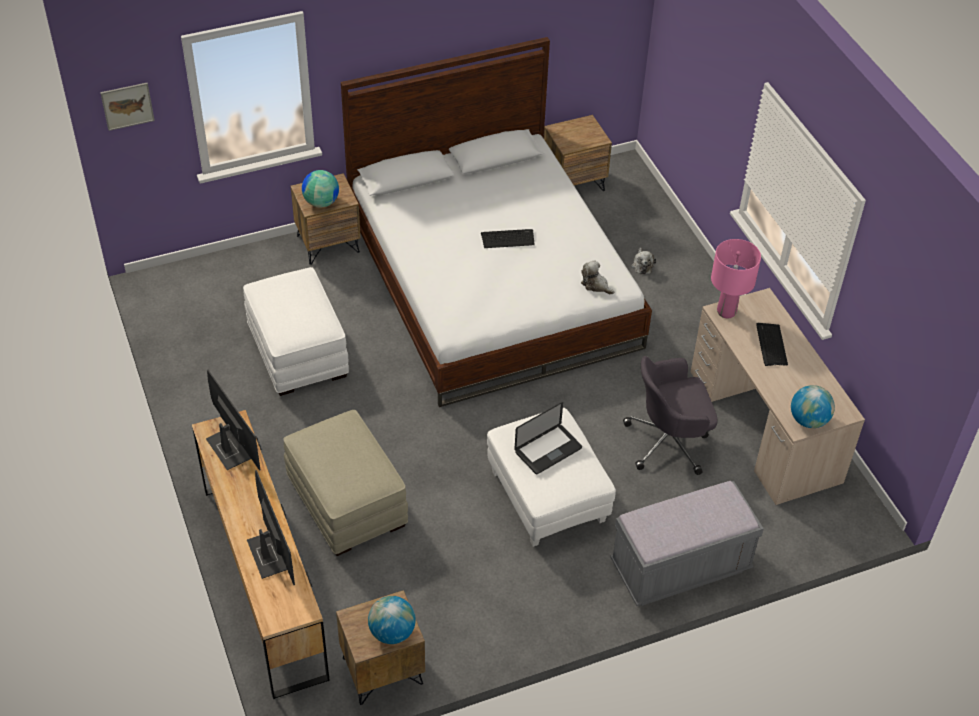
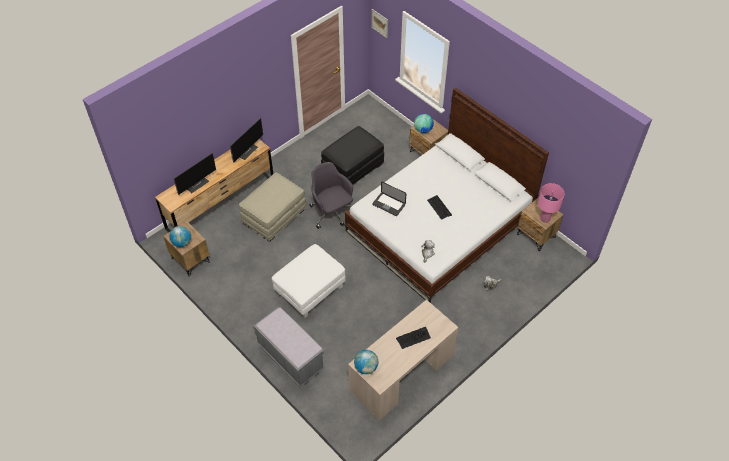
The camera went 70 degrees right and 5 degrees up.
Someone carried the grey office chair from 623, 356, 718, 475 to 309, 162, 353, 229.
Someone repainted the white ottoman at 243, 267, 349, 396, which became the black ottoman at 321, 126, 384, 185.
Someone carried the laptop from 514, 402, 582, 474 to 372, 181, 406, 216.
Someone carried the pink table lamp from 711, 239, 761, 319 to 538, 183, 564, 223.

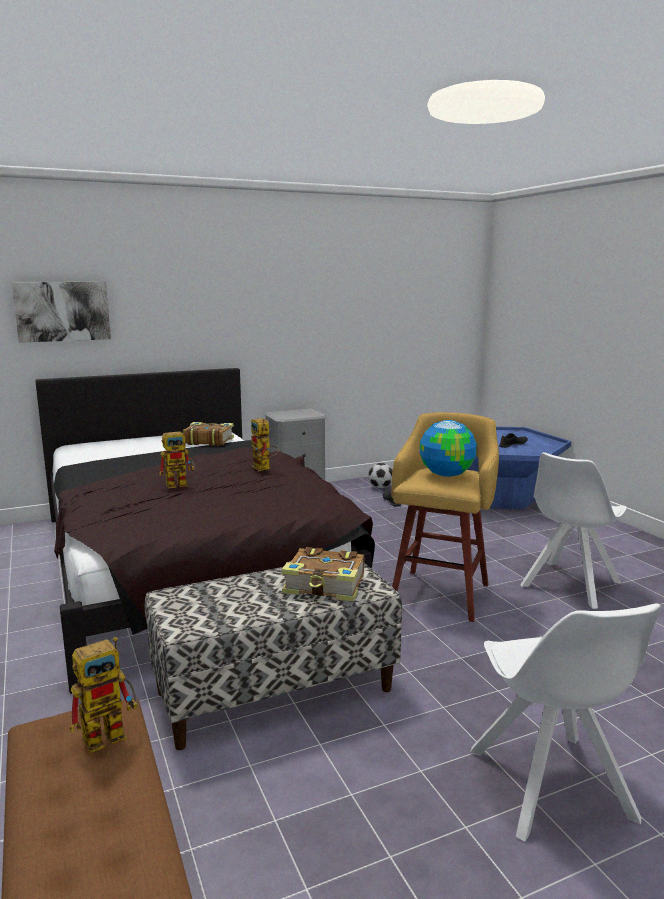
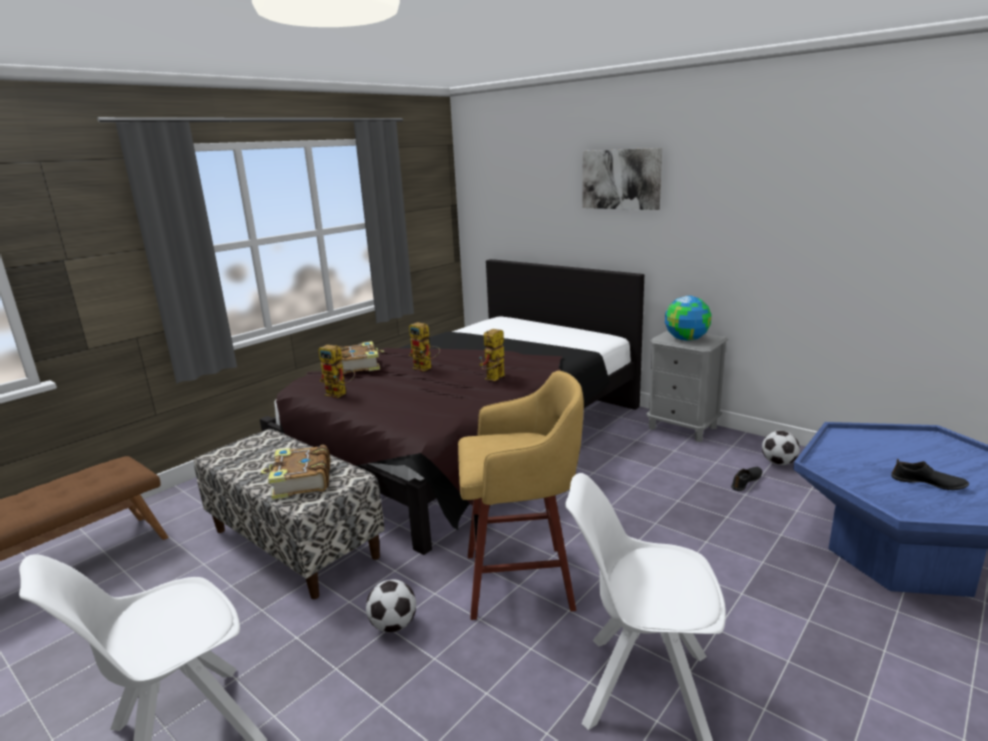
The camera went 65 degrees right and 5 degrees up.
Someone carried the toy robot from 70, 637, 138, 753 to 318, 345, 355, 398.
Someone carried the book from 183, 422, 234, 446 to 339, 341, 384, 374.
Someone put down the football at 366, 579, 416, 633.
Someone carried the picture from 12, 282, 111, 343 to 583, 148, 662, 210.
Someone carried the globe from 420, 420, 477, 477 to 665, 296, 712, 341.

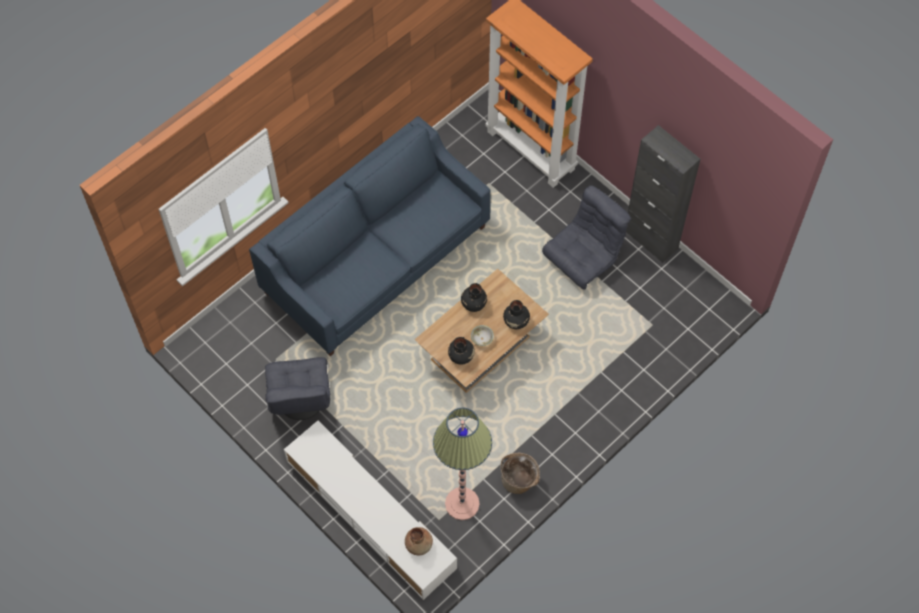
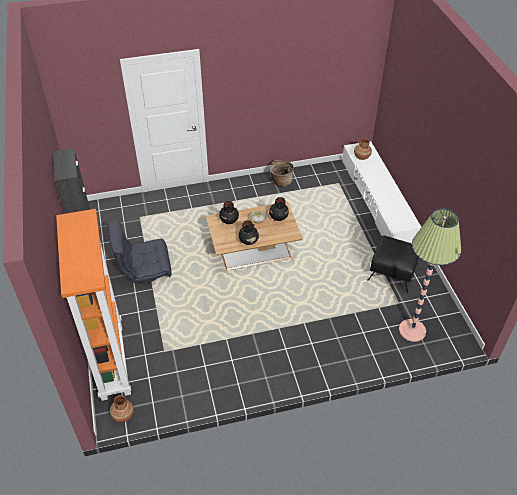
The camera went 150 degrees left and 15 degrees down.
Someone put down the brown vase at 110, 395, 134, 422.
Someone swapped the grey armchair at 265, 357, 330, 420 for the black ottoman at 367, 235, 419, 293.
Someone carried the floor lamp from 433, 407, 492, 520 to 399, 208, 461, 342.
Someone took away the blue sofa at 249, 116, 491, 356.

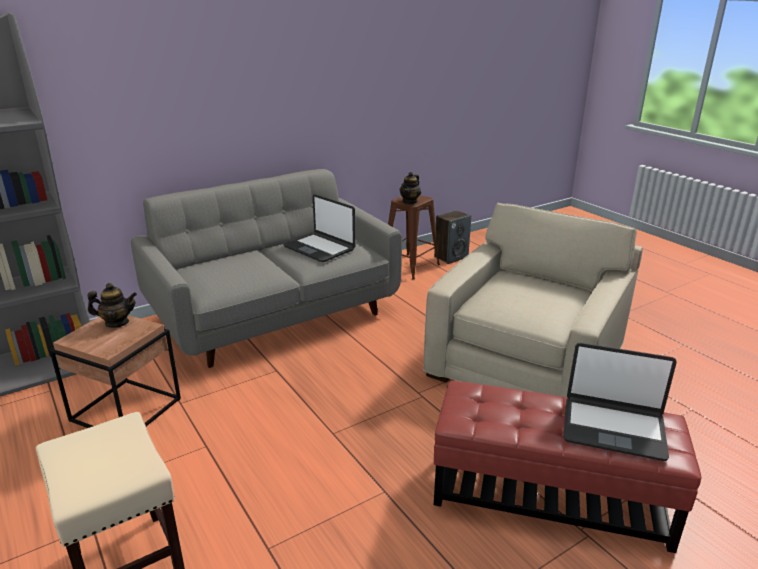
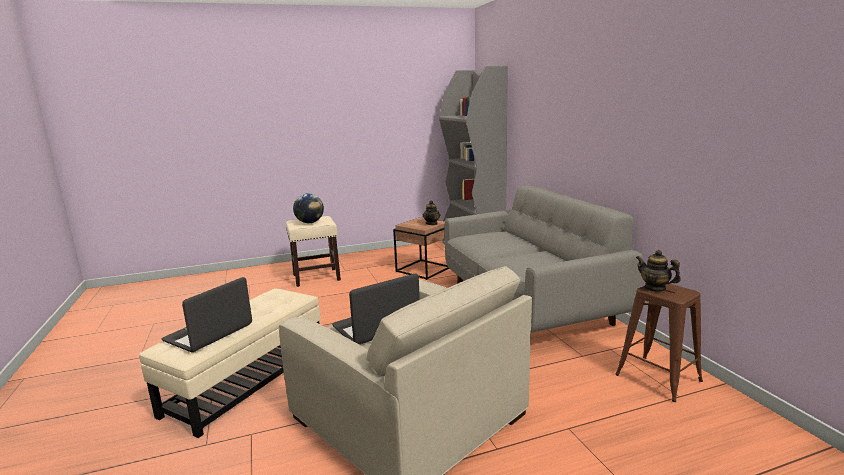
The camera went 105 degrees right and 10 degrees down.
Someone repainted the red ottoman at 434, 381, 701, 553, which became the beige ottoman at 139, 288, 320, 438.
Someone put down the globe at 293, 193, 324, 223.
Someone carried the laptop from 284, 194, 355, 262 to 332, 274, 420, 345.
Someone took away the speaker at 434, 210, 471, 264.

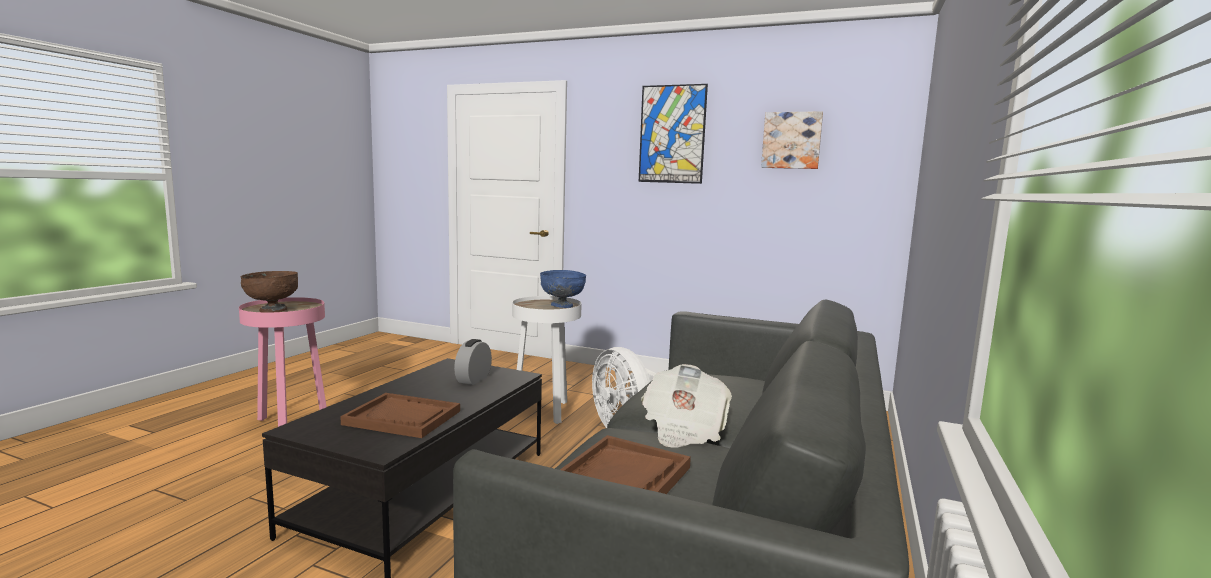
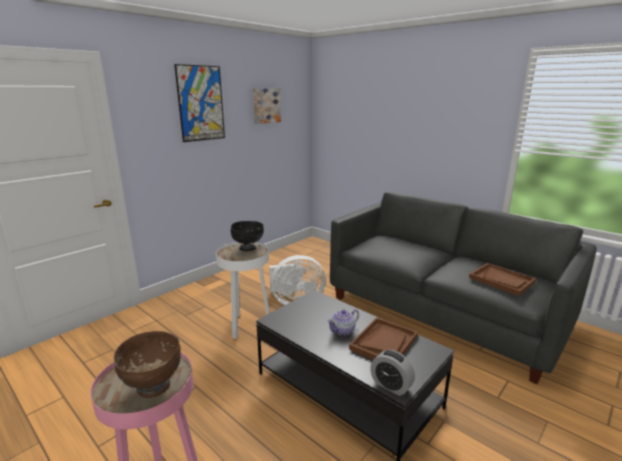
The camera went 70 degrees left and 10 degrees up.
Someone repainted the blue bowl at 540, 270, 586, 308, which became the black bowl at 231, 221, 264, 251.
Someone put down the teapot at 327, 309, 359, 336.
Someone carried the alarm clock from 454, 339, 492, 385 to 370, 350, 415, 396.
Someone took away the newspaper at 641, 364, 732, 448.

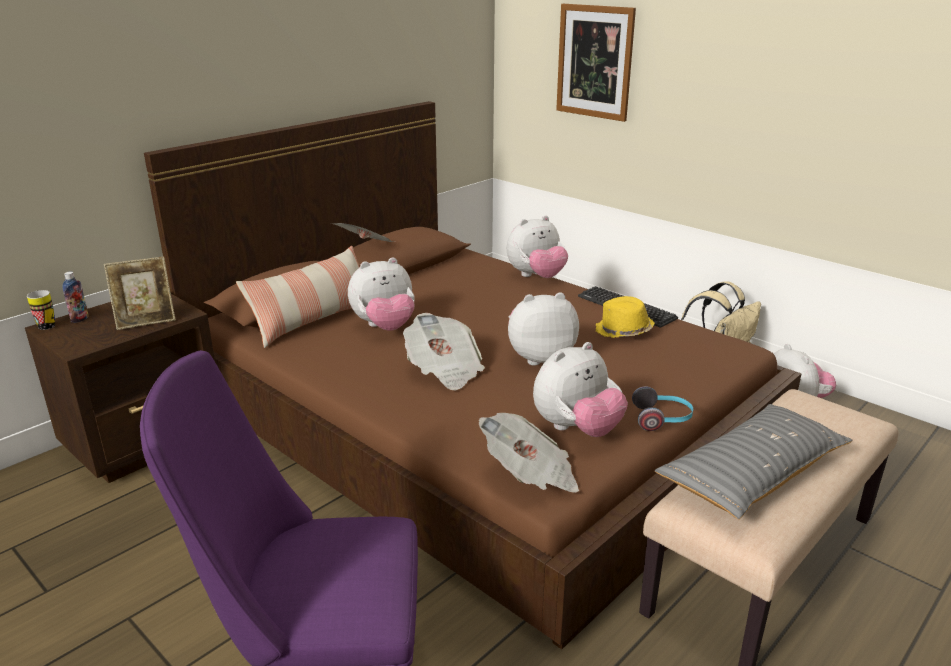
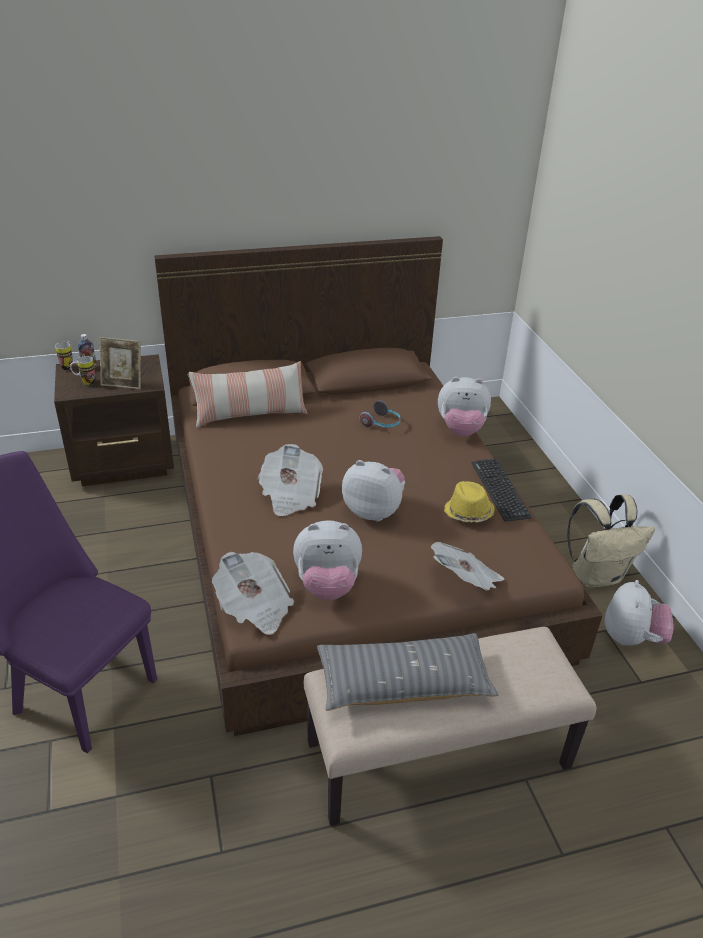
The camera went 30 degrees right and 10 degrees up.
Someone put down the mug at 70, 356, 95, 385.
Someone carried the headphones from 632, 386, 694, 431 to 360, 400, 401, 427.
Someone carried the newspaper from 333, 223, 393, 242 to 431, 542, 504, 591.
Someone took away the plush toy at 348, 257, 415, 331.
Someone took away the picture at 556, 4, 636, 122.

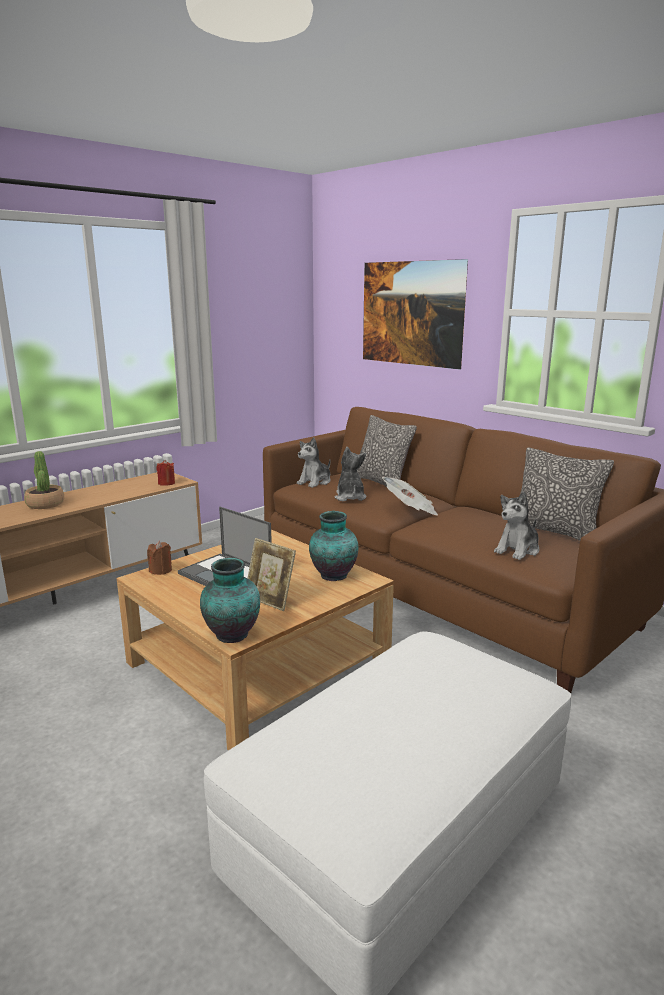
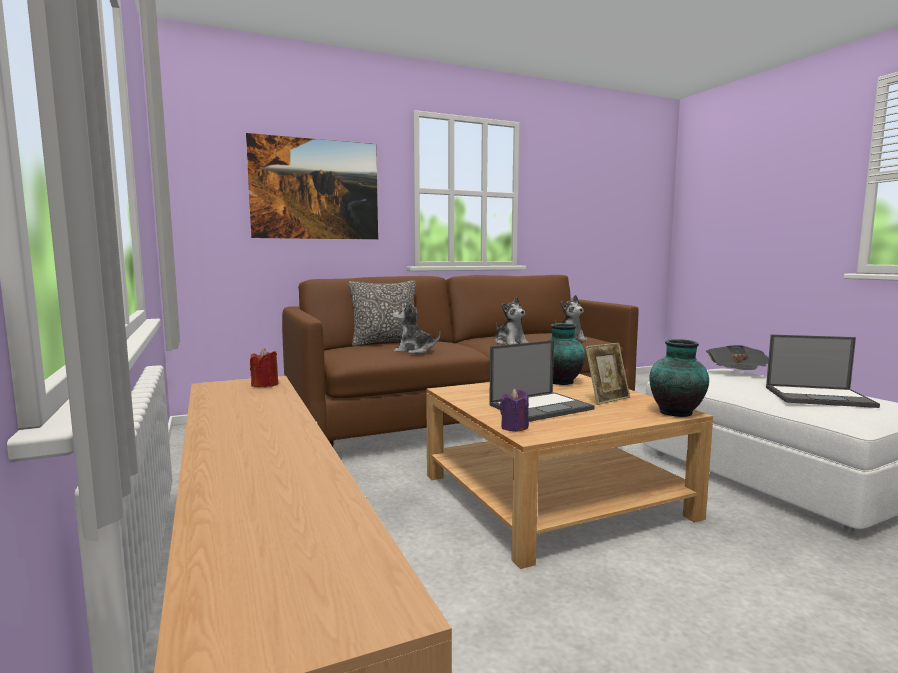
The camera went 70 degrees left and 10 degrees down.
Someone carried the plush toy from 297, 437, 330, 488 to 495, 297, 529, 345.
Someone repainted the brown candle at 147, 541, 172, 575, which became the purple candle at 500, 388, 529, 432.
Someone carried the newspaper from 382, 477, 438, 515 to 706, 345, 768, 370.
Someone put down the laptop at 766, 335, 880, 408.
Someone took away the potted plant at 24, 451, 64, 509.
Someone took away the pillow at 520, 447, 614, 541.

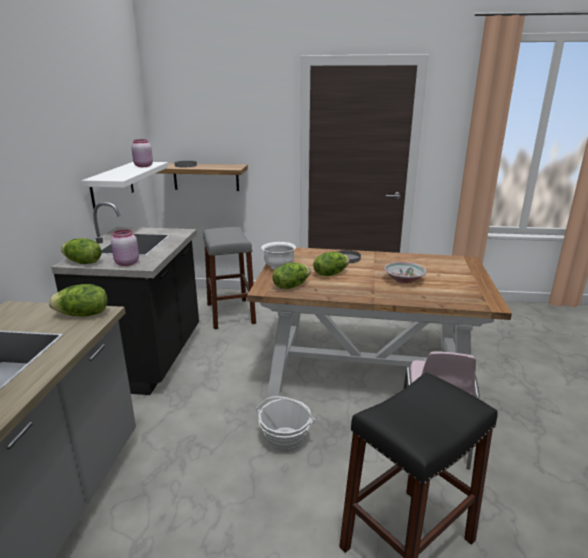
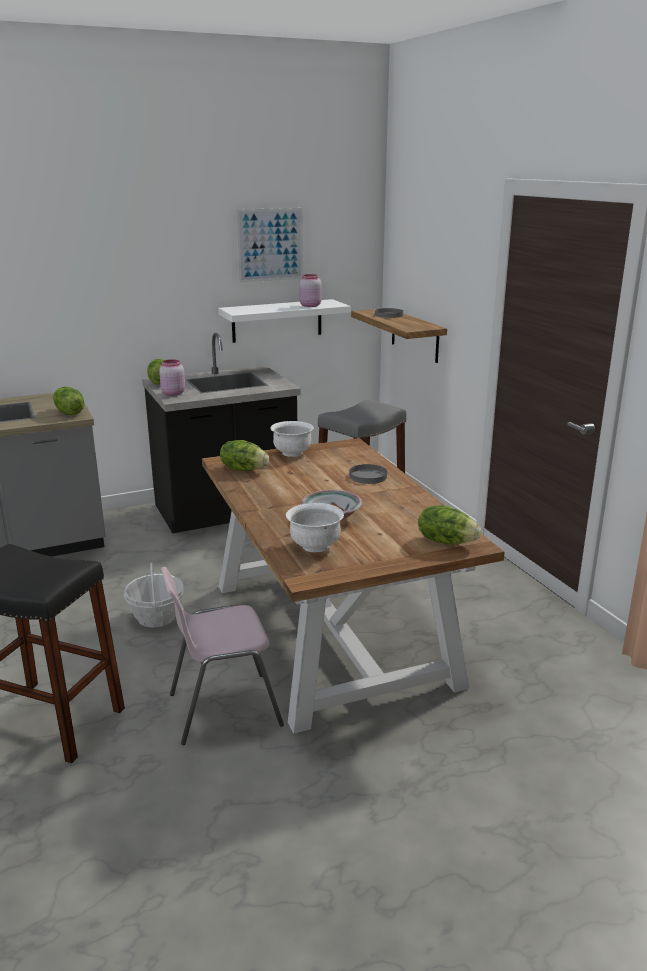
The camera went 60 degrees right and 0 degrees up.
Someone put up the picture at 236, 208, 303, 283.
Someone put down the white bowl at 286, 503, 344, 552.
Someone carried the lettuce from 313, 252, 350, 276 to 418, 505, 481, 544.

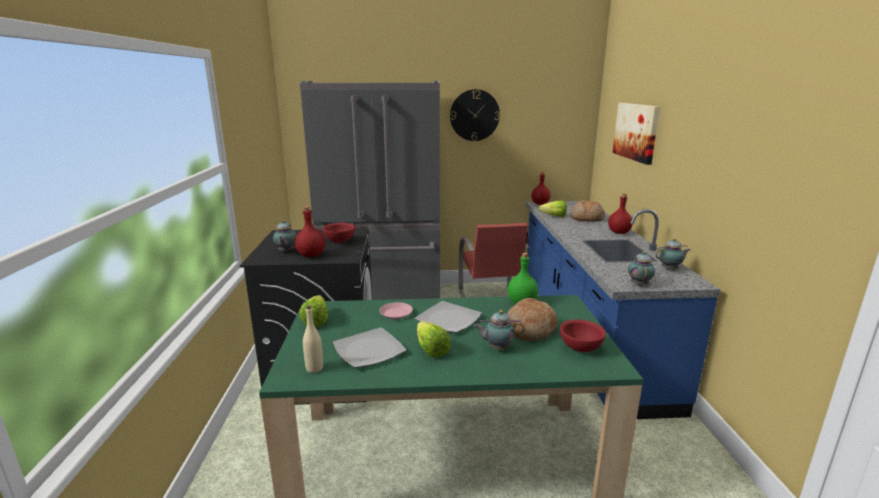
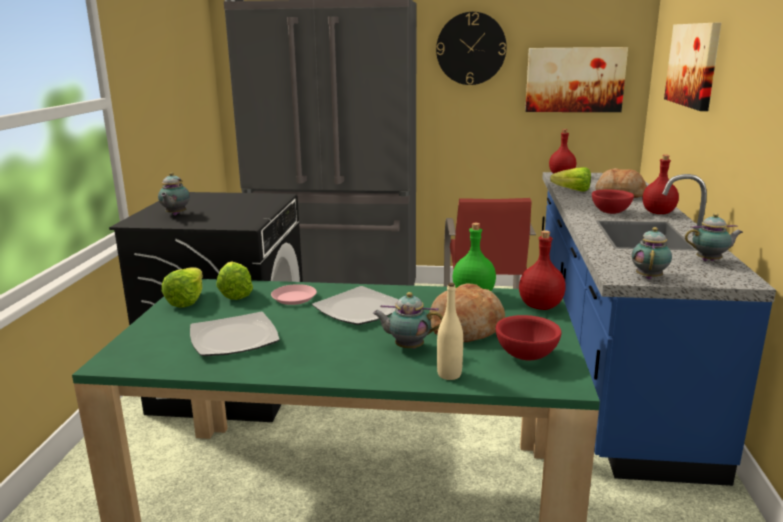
The camera went 10 degrees right and 0 degrees up.
Someone carried the lettuce from 417, 321, 451, 358 to 216, 261, 253, 300.
Someone carried the beige bottle from 303, 306, 323, 373 to 437, 283, 463, 380.
Someone carried the red bottle from 295, 206, 325, 257 to 519, 230, 566, 310.
Someone put up the picture at 525, 47, 628, 112.
Someone carried the red bowl from 323, 223, 355, 243 to 592, 189, 634, 214.

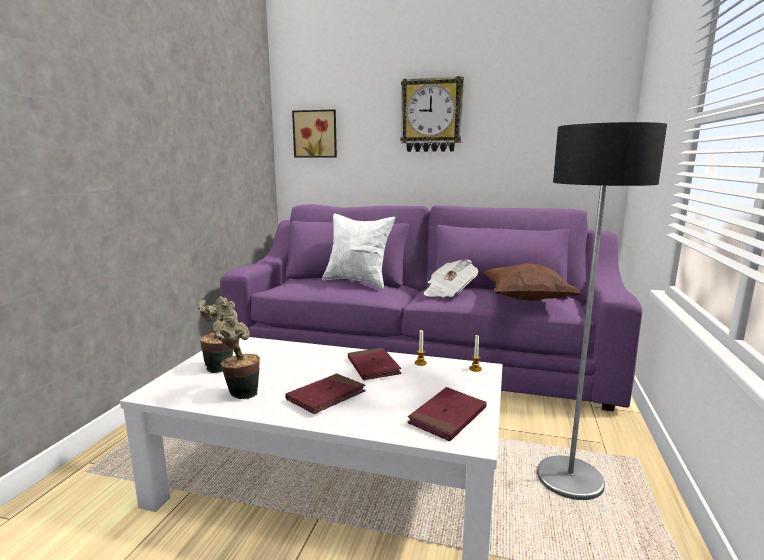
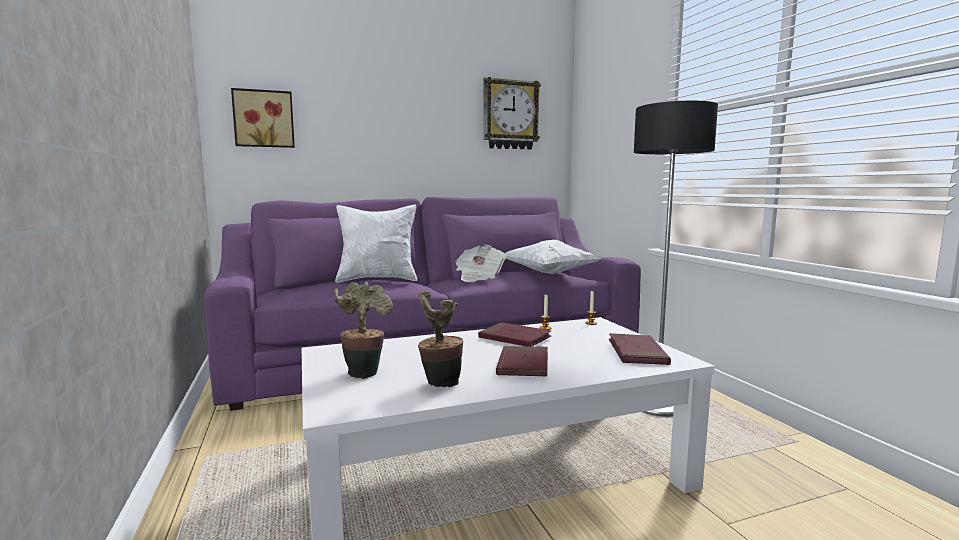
The camera went 35 degrees left and 5 degrees down.
Someone carried the wall clock from 400, 76, 464, 152 to 484, 77, 541, 150.
Someone repainted the brown pillow at 483, 263, 581, 301, which became the white pillow at 504, 240, 601, 274.

